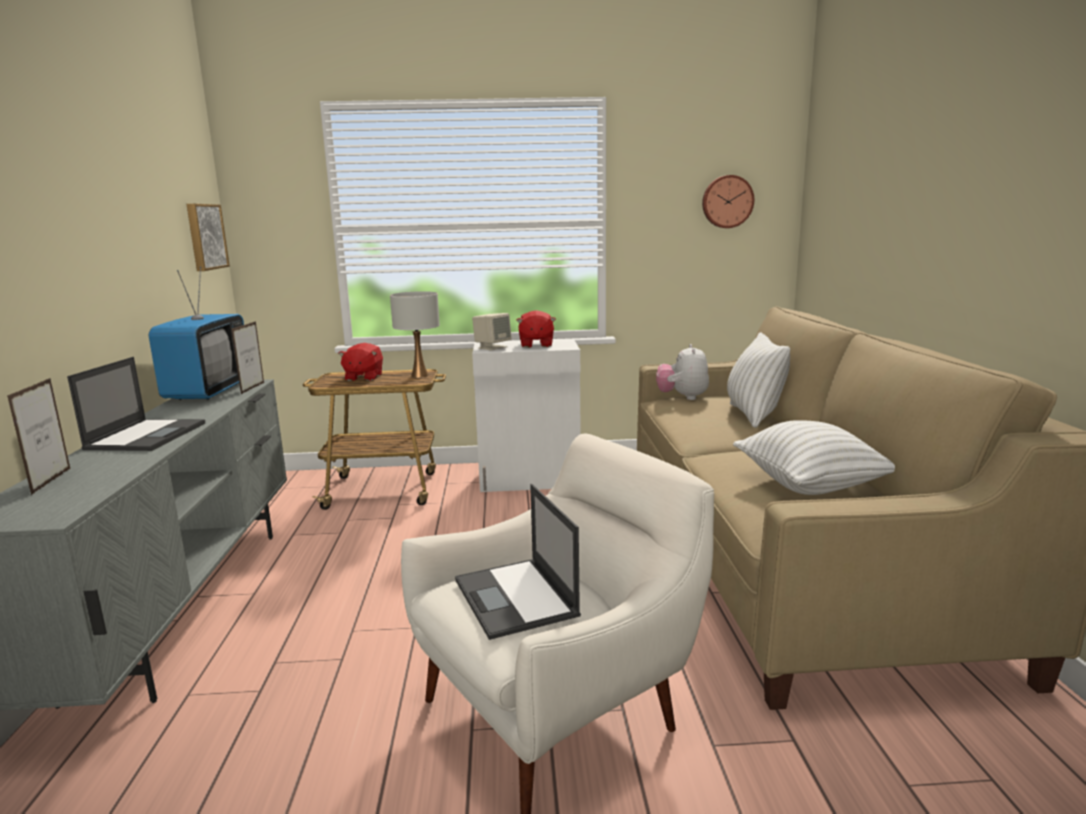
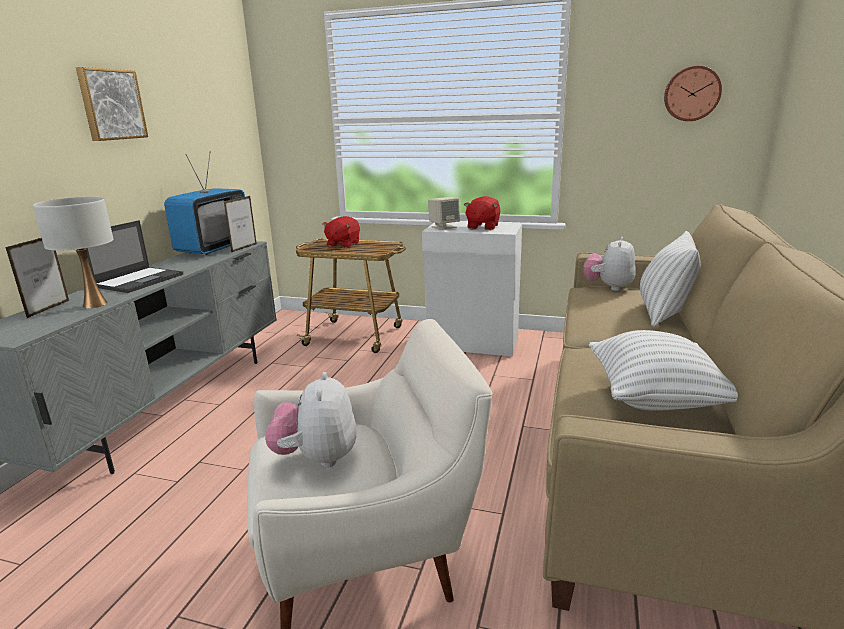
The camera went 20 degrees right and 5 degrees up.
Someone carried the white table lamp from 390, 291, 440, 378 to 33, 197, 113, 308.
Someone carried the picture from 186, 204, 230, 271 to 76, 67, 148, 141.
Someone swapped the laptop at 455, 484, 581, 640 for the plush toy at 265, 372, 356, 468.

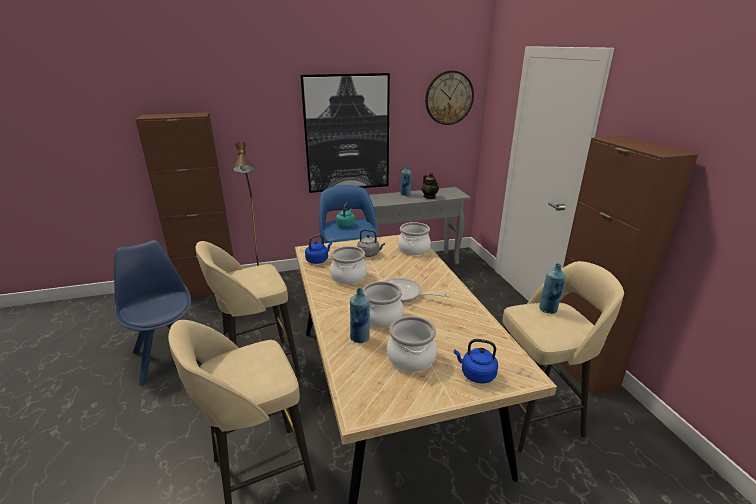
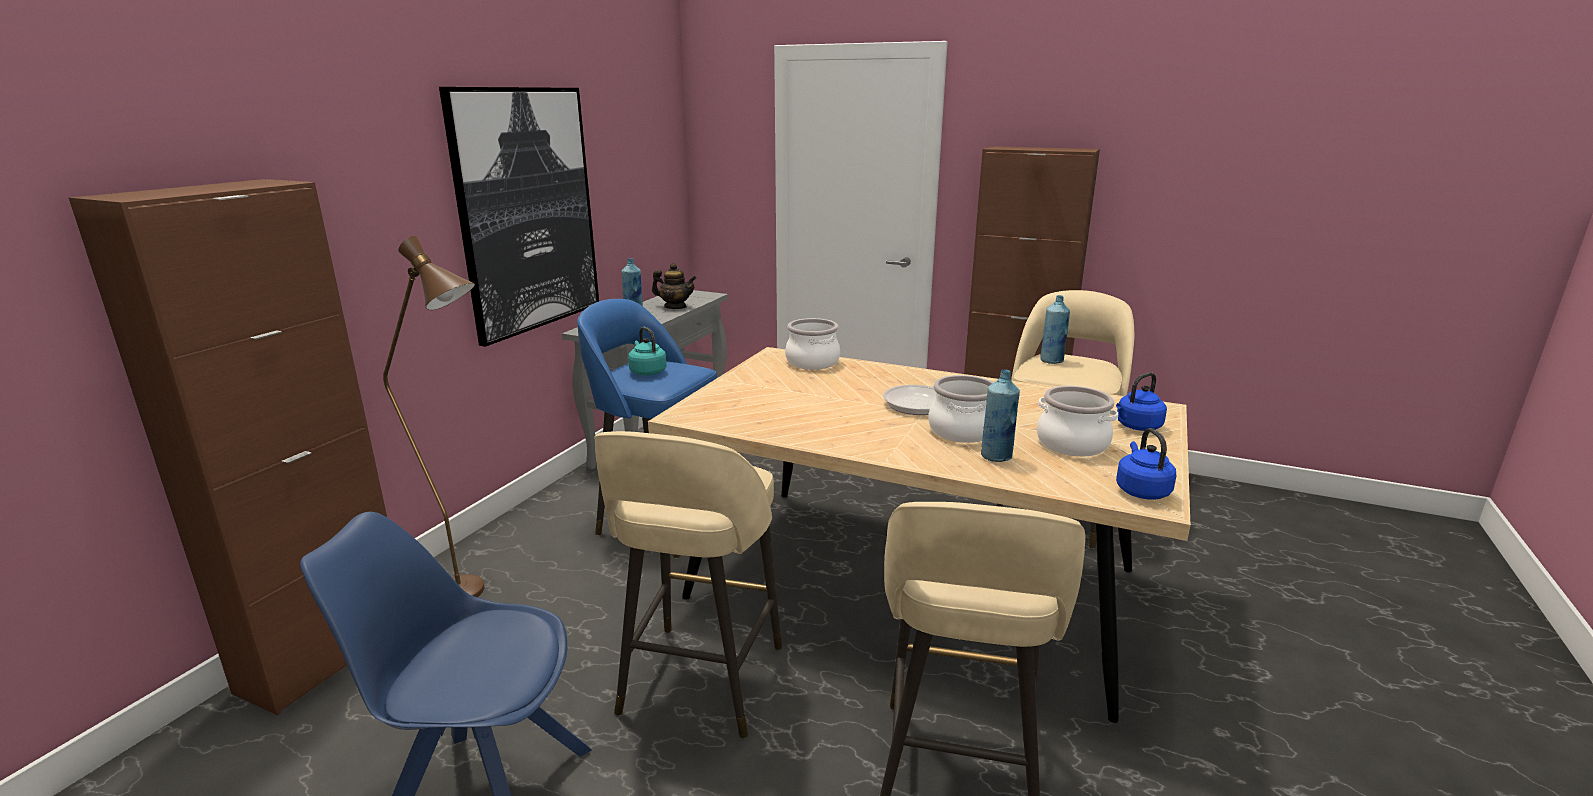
The camera went 50 degrees left and 5 degrees down.
Someone carried the blue kettle from 305, 235, 332, 264 to 1116, 428, 1176, 500.
Someone took away the cooking pot at 330, 246, 367, 284.
Someone took away the grey kettle at 357, 229, 385, 257.
Someone took away the wall clock at 425, 71, 474, 125.

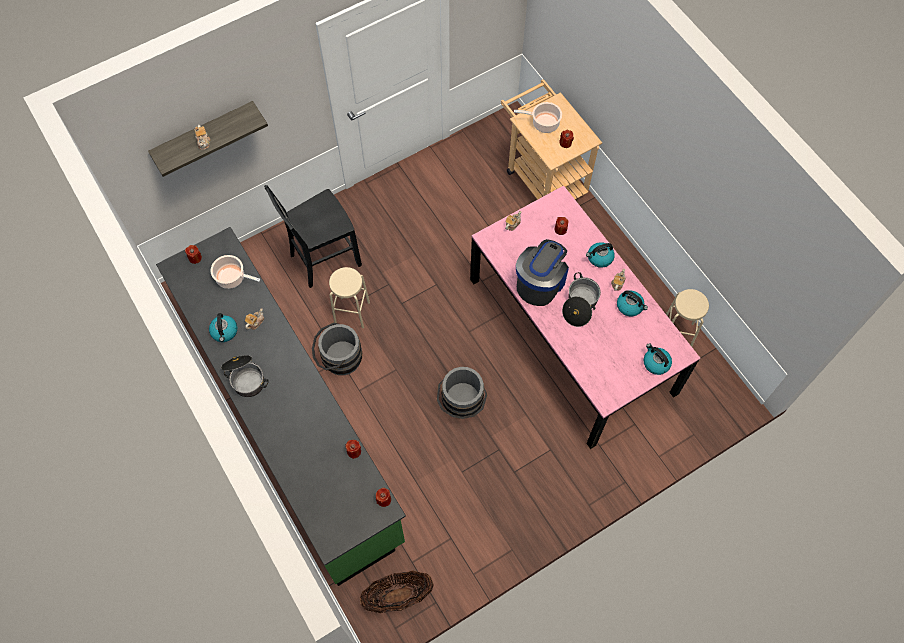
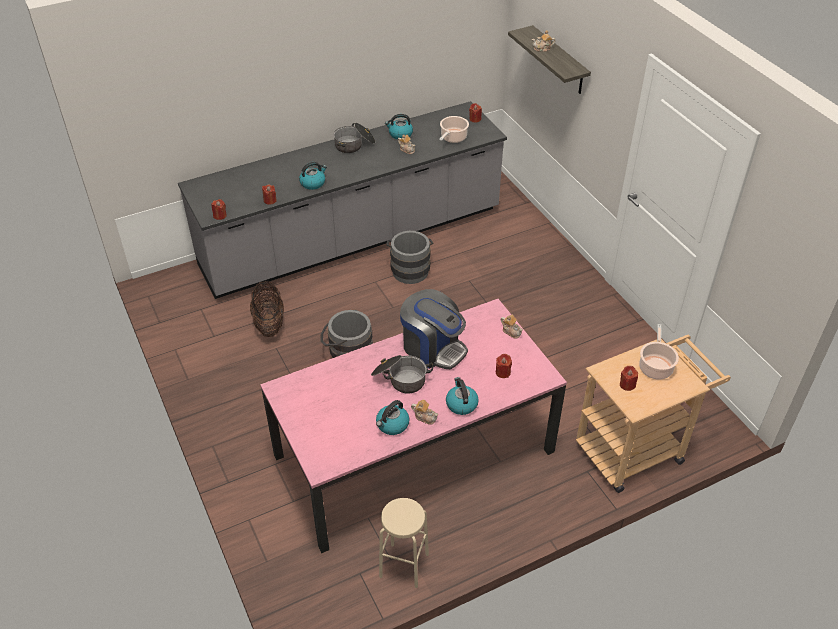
The camera went 95 degrees right and 20 degrees down.
Someone repainted the green counter at 156, 227, 406, 586, which became the grey counter at 178, 101, 507, 299.
Someone carried the basket from 360, 571, 433, 613 to 250, 281, 284, 337.
Someone carried the kettle from 644, 343, 672, 375 to 299, 162, 327, 190.
Someone took away the black chair at 264, 185, 362, 288.
Someone took away the beige stool at 329, 267, 370, 329.

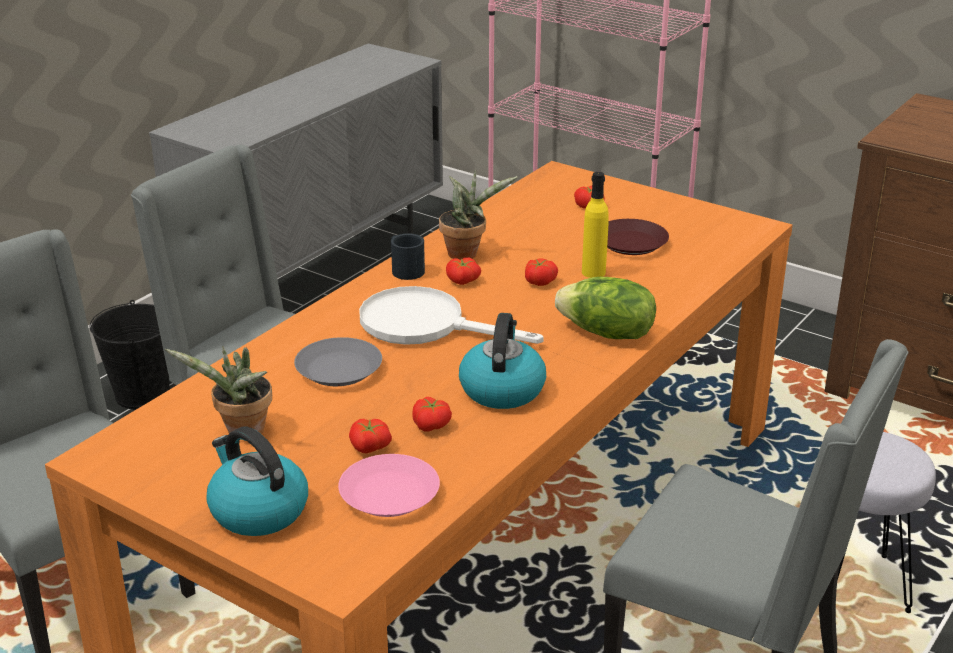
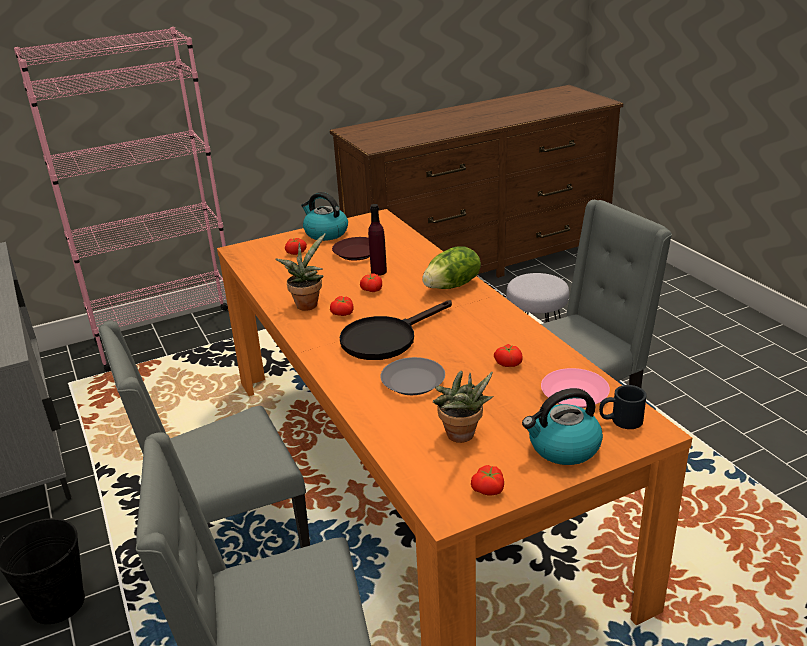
The camera went 60 degrees left and 0 degrees up.
Someone carried the kettle from 459, 313, 546, 409 to 301, 192, 348, 241.
Someone repainted the white frying pan at 359, 286, 544, 345, which became the black frying pan at 340, 300, 452, 360.
Someone repainted the yellow bottle at 582, 172, 609, 278, which became the purple bottle at 368, 204, 387, 276.
Someone carried the tomato from 349, 419, 392, 453 to 471, 465, 504, 495.
Someone carried the black mug from 391, 233, 425, 280 to 599, 385, 647, 429.

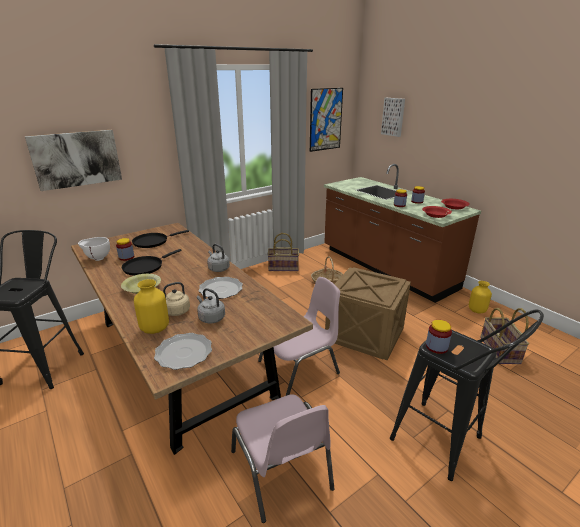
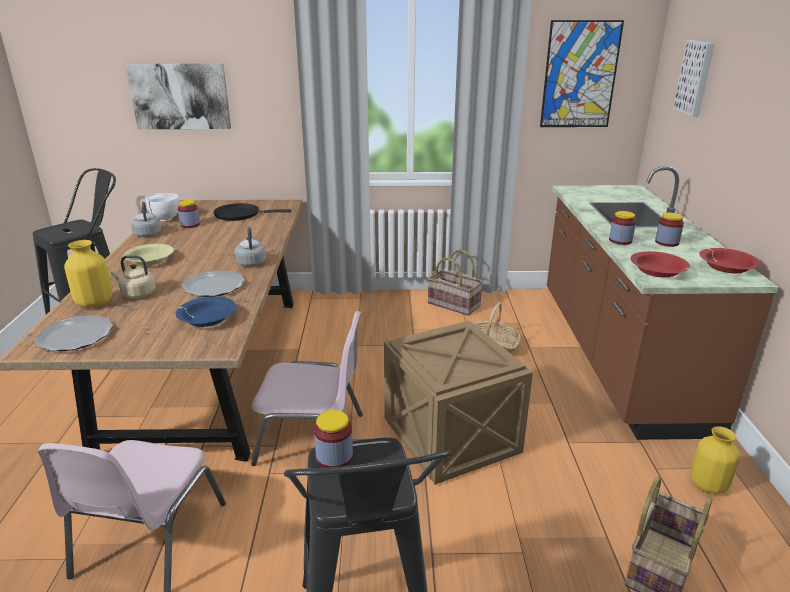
The camera went 35 degrees right and 0 degrees up.
Someone carried the grey kettle from 197, 288, 225, 324 to 131, 202, 161, 237.
Someone put down the blue bowl at 176, 297, 236, 327.
Someone took away the black frying pan at 122, 249, 182, 276.

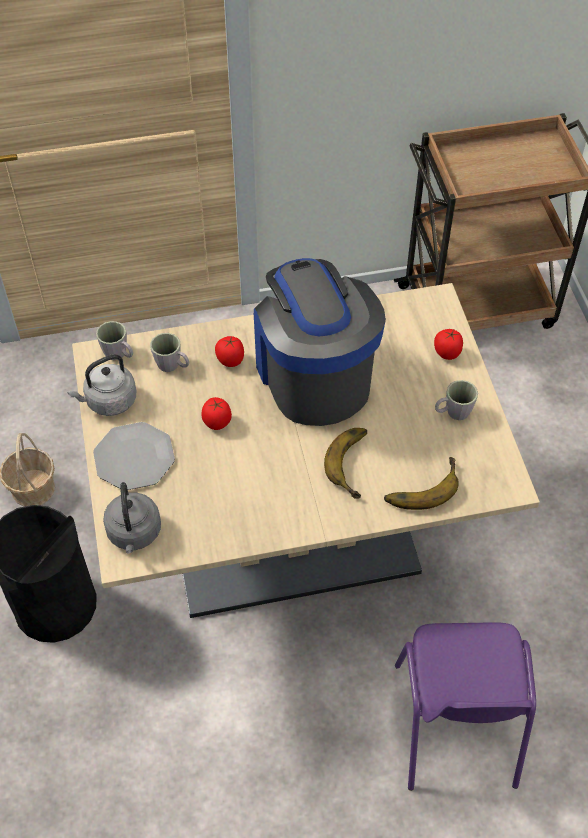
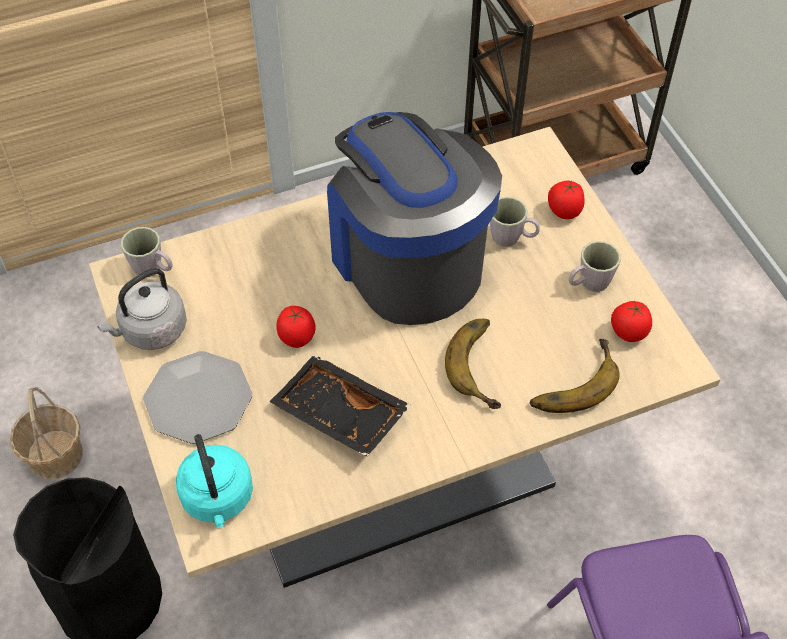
The camera went 10 degrees left and 0 degrees up.
Someone repainted the grey kettle at 103, 482, 161, 553, which became the turquoise kettle at 176, 434, 253, 528.
Someone put down the black tray at 269, 354, 411, 457.
Someone carried the grey mug from 150, 333, 189, 372 to 490, 197, 540, 247.
Someone carried the tomato from 215, 336, 244, 367 to 611, 301, 652, 342.

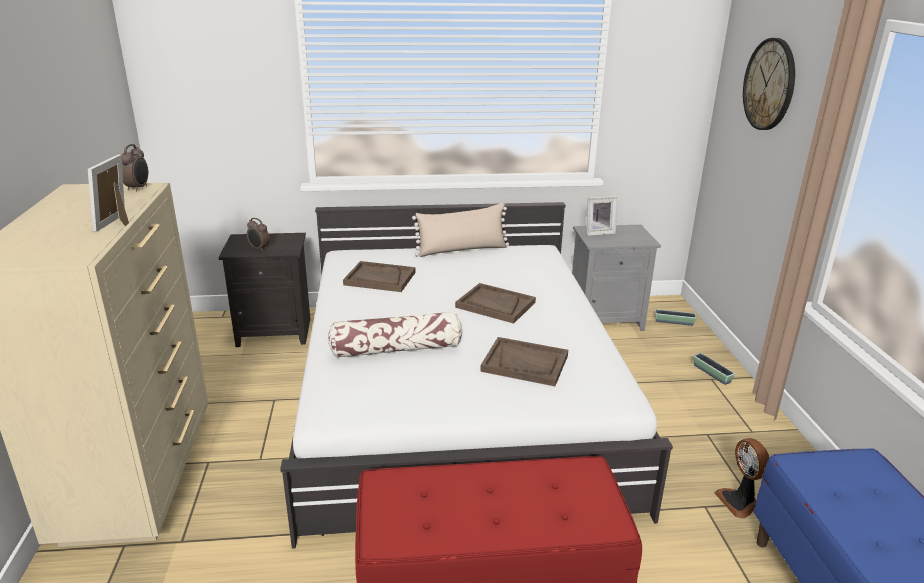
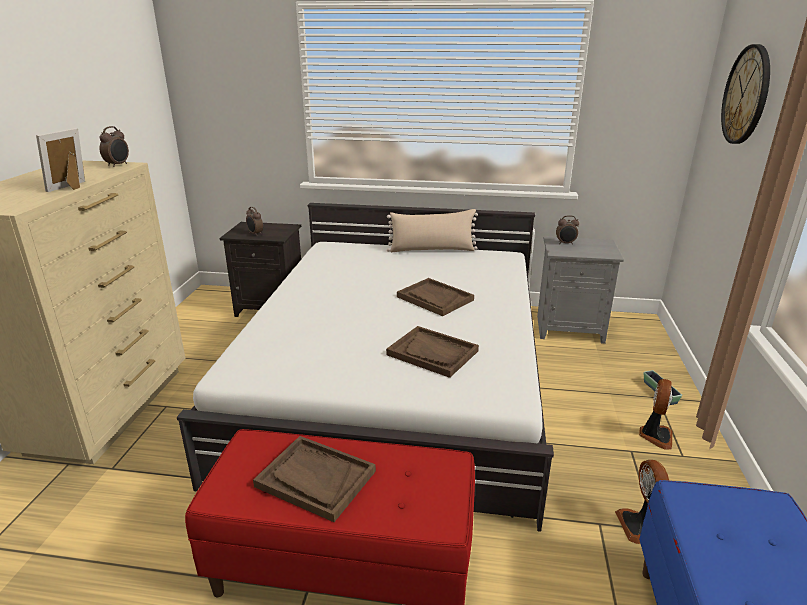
The camera went 15 degrees right and 0 degrees up.
Someone carried the brown tray from 343, 261, 416, 292 to 253, 436, 376, 522.
Someone swapped the picture frame at 586, 196, 618, 236 for the alarm clock at 556, 215, 579, 245.
Someone put down the fan at 639, 379, 672, 450.
Someone took away the pillow at 328, 312, 462, 358.
Someone took away the planter at 655, 309, 696, 326.

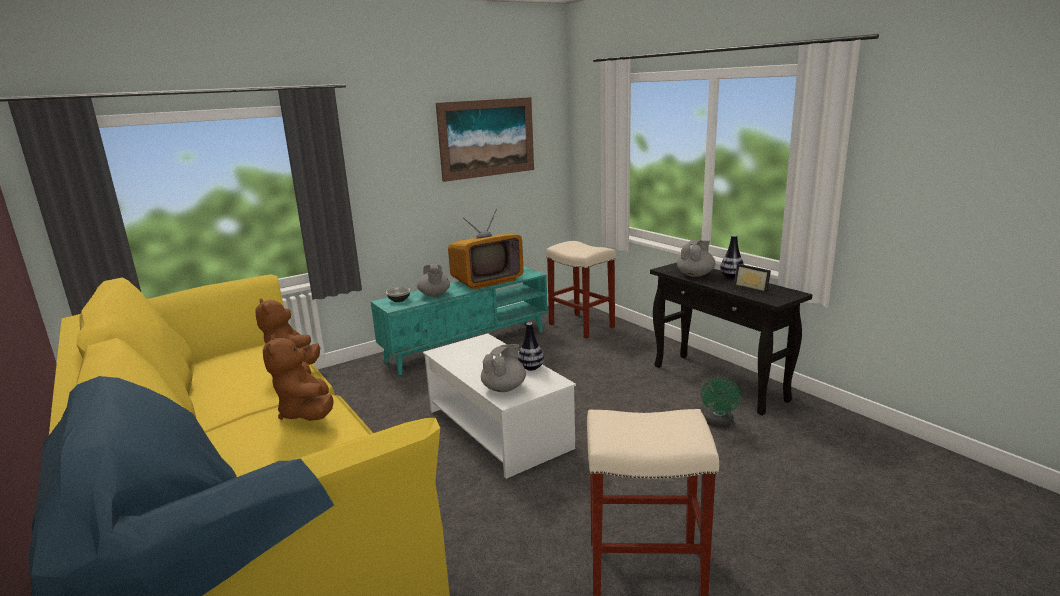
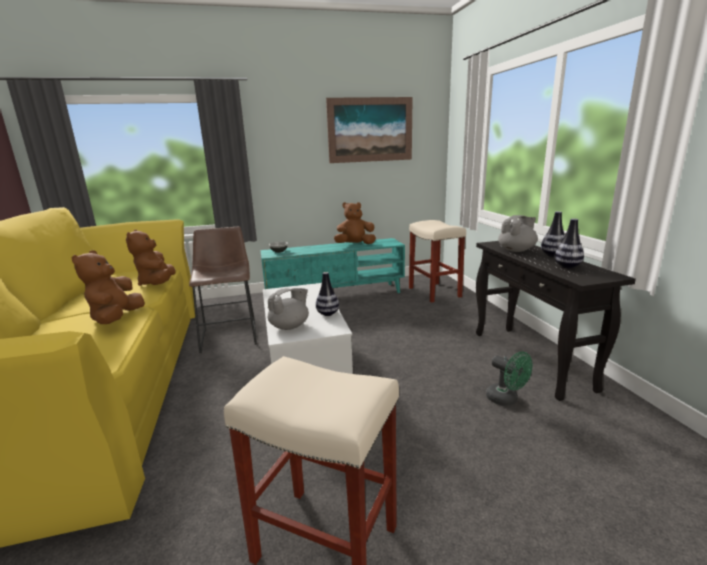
The camera went 20 degrees right and 0 degrees up.
Someone put down the brown stool at 189, 227, 257, 353.
Someone swapped the television at 448, 208, 524, 289 for the brown plush toy at 334, 202, 376, 244.
Someone rotated the green fan at 701, 377, 741, 428 by 75 degrees counterclockwise.
Someone swapped the picture frame at 734, 264, 771, 294 for the vase at 554, 218, 584, 268.
Someone took away the grey teapot at 417, 264, 450, 297.

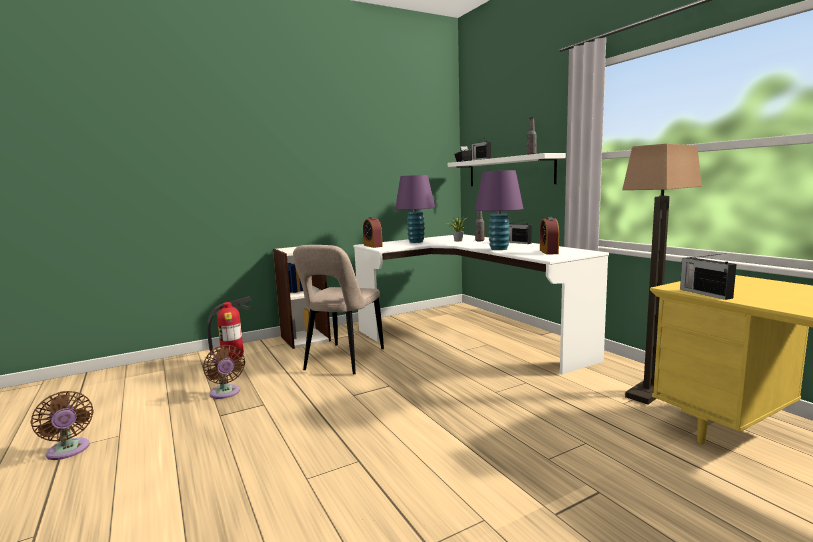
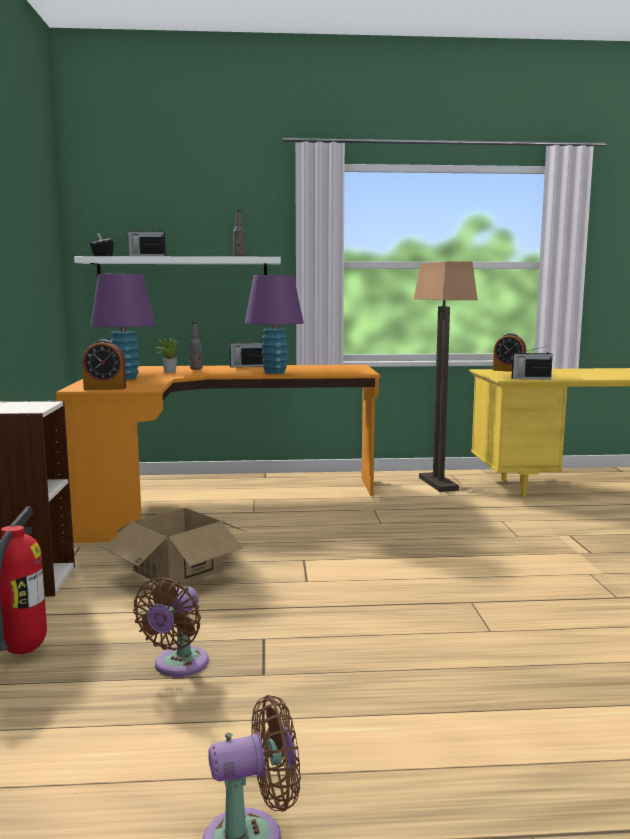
The camera went 65 degrees left and 0 degrees up.
Someone repainted the white desk at 353, 234, 609, 375, which became the orange desk at 56, 365, 380, 543.
Someone swapped the beige chair at 293, 245, 384, 374 for the cardboard box at 103, 508, 246, 587.
Someone rotated the brown fan at 203, 345, 245, 399 by 120 degrees clockwise.
Someone carried the alarm clock from 540, 217, 559, 255 to 493, 333, 526, 372.

